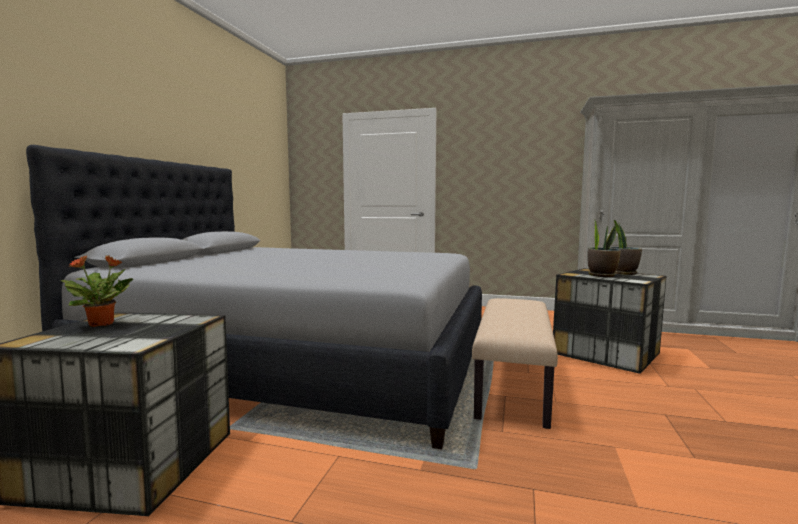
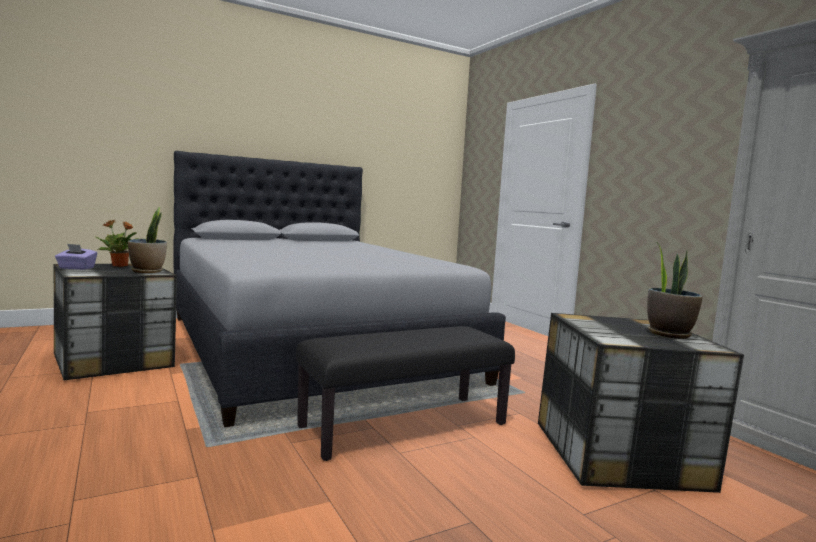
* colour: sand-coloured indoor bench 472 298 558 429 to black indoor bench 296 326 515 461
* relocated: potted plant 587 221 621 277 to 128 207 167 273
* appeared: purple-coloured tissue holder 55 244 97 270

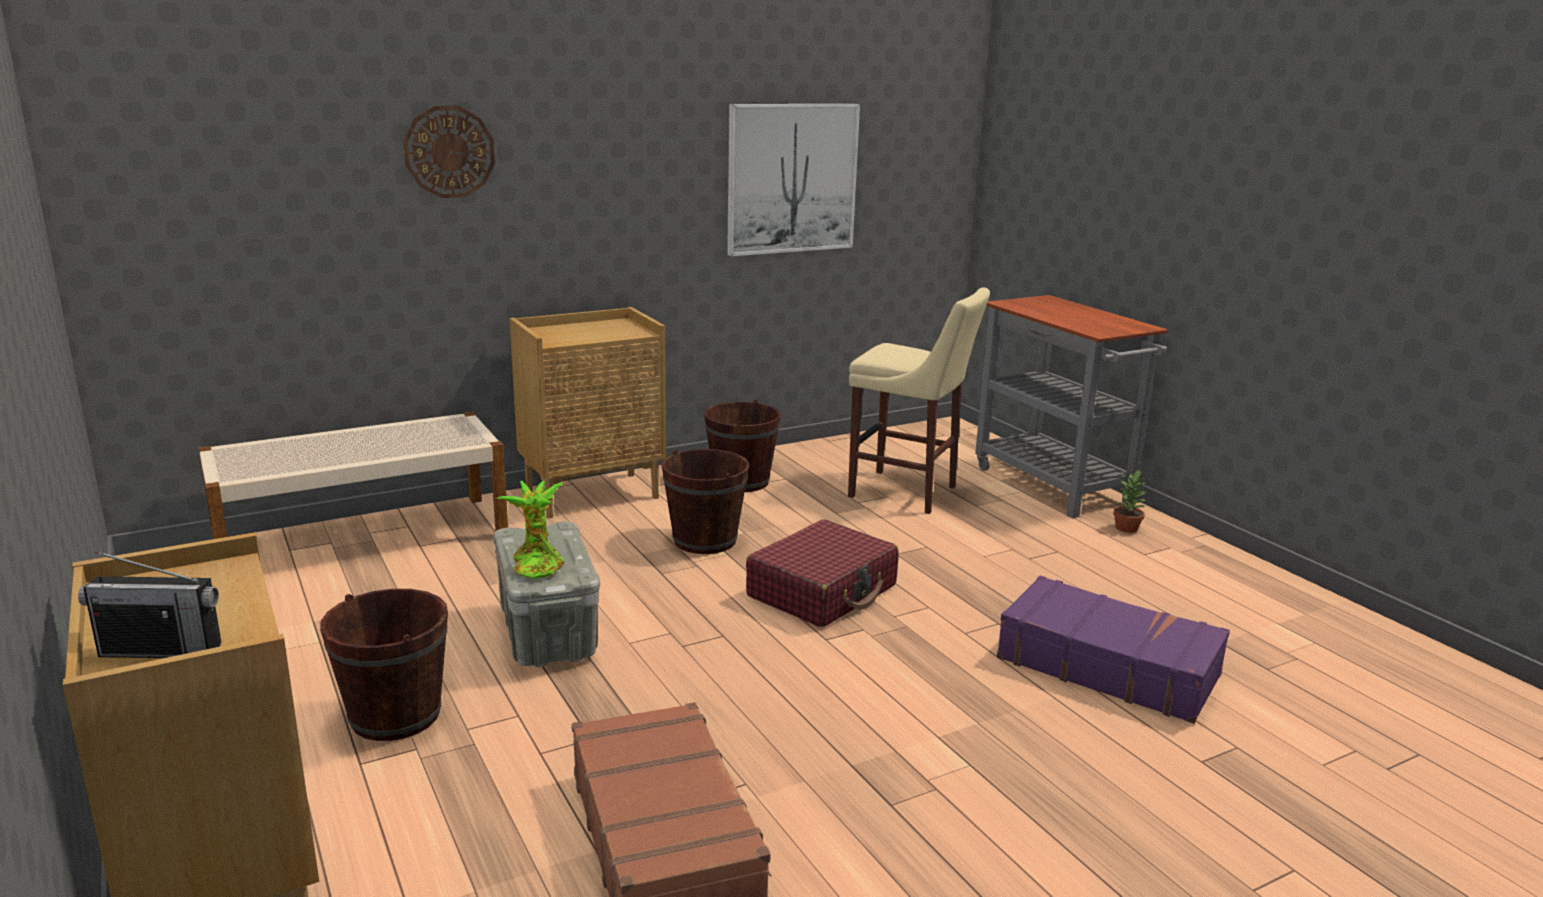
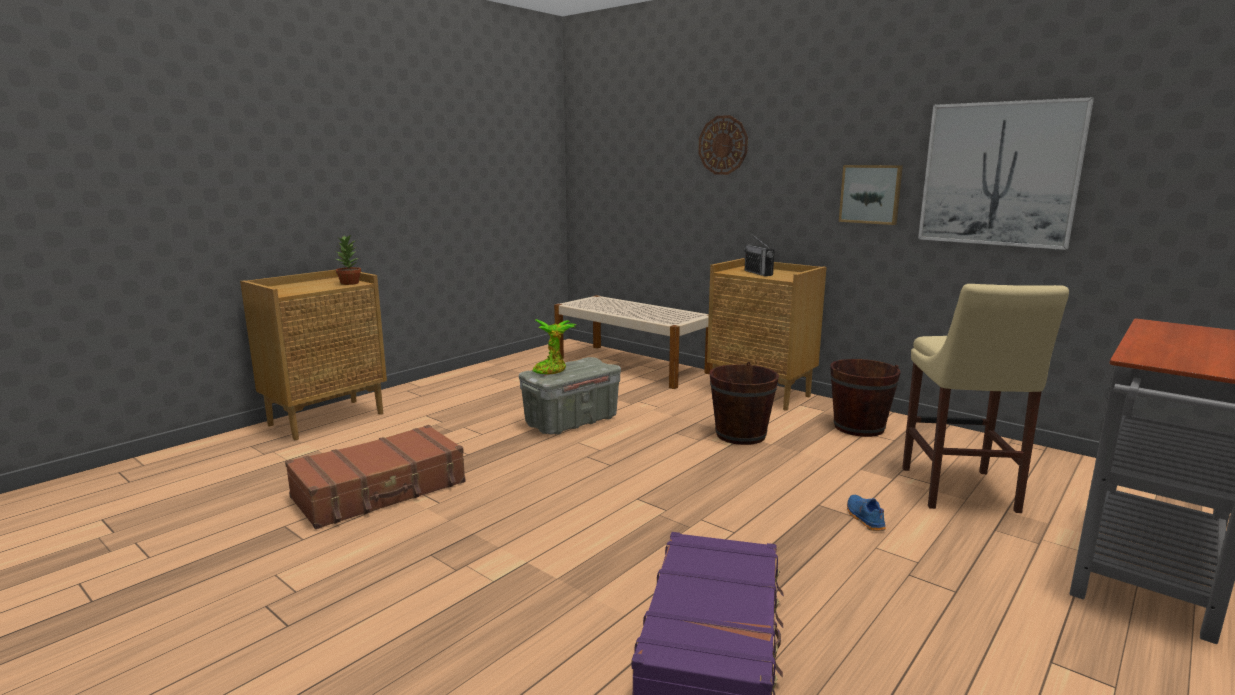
* relocated: radio receiver 78 551 221 658 to 744 234 775 276
* missing: brownish pail 320 589 448 741
* missing: reddish travel case 746 519 899 627
* relocated: potted plant 1113 470 1147 533 to 336 236 361 285
* appeared: wall picture 839 165 903 225
* appeared: blue-coloured shoe 847 495 886 531

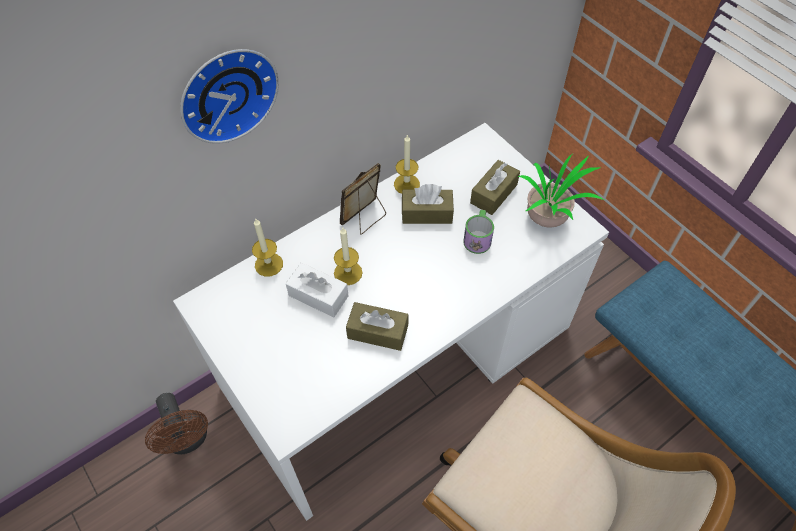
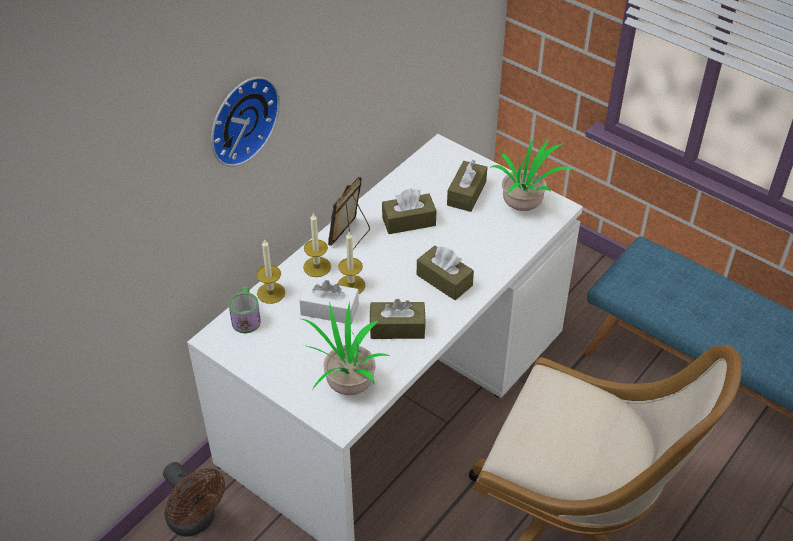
* relocated: wax candle 394 134 420 194 to 303 213 331 277
* relocated: coffee mug 464 210 494 254 to 229 287 261 333
* appeared: potted plant 302 301 390 395
* appeared: brownish tissue holder 417 246 474 300

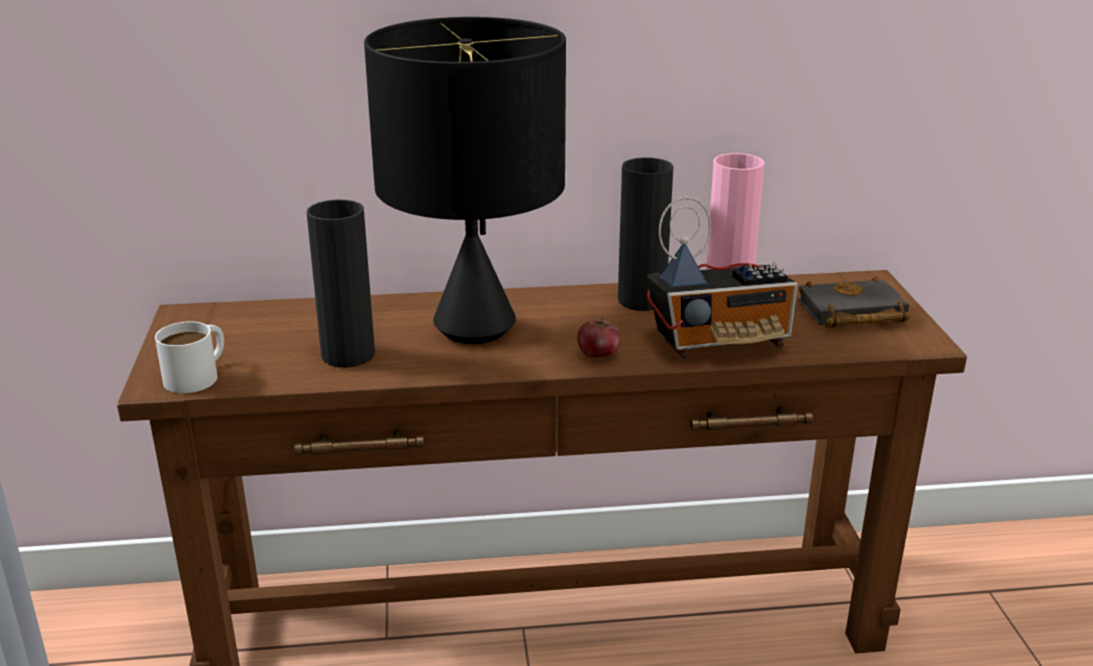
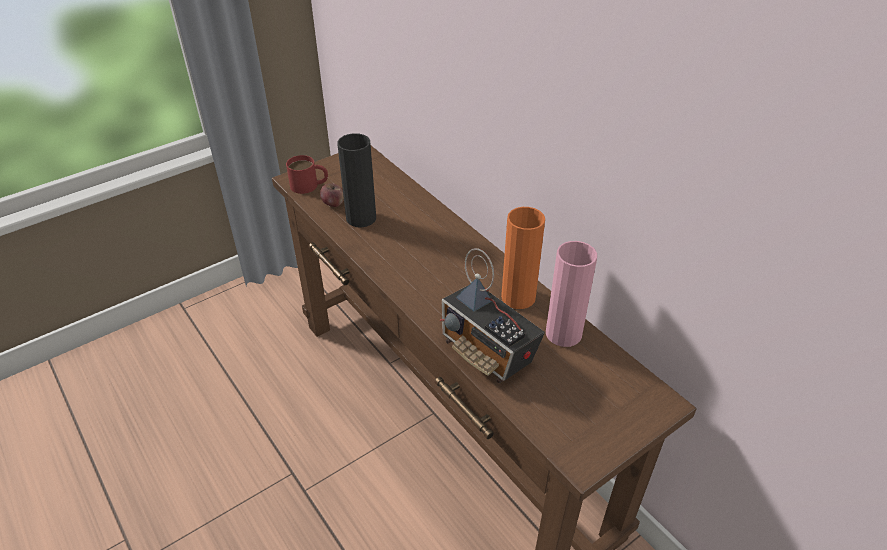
* colour: white coffee mug 155 321 224 393 to reddish coffee mug 286 155 328 194
* missing: black lamp for a table 364 17 566 344
* relocated: apple 577 317 621 358 to 320 183 344 207
* colour: black decorative vase 618 157 673 311 to orangey decorative vase 501 207 545 309
* missing: black bound book 798 276 910 328

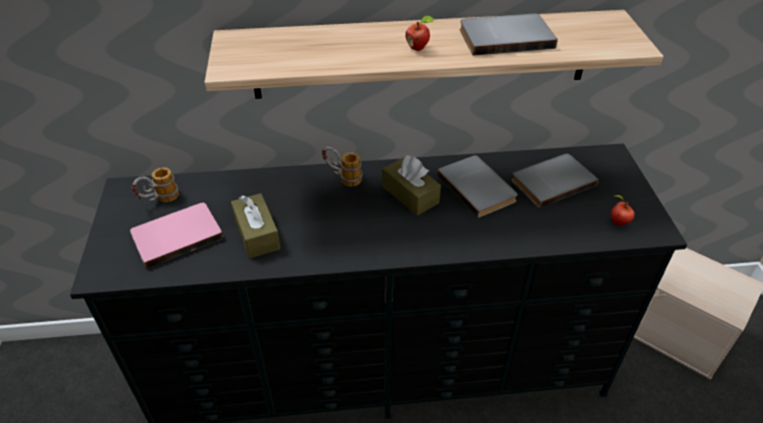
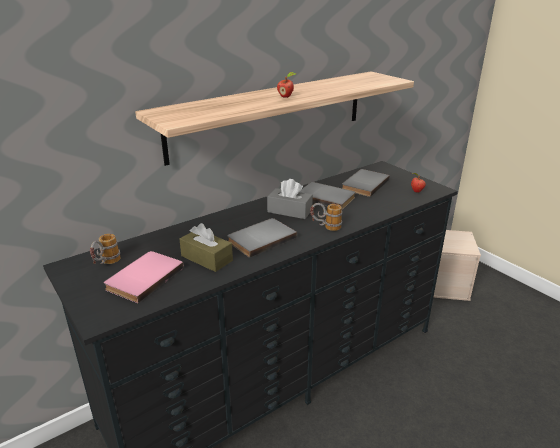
* relocated: coffee mug 322 147 362 187 to 310 203 342 231
* colour: brownish tissue holder 382 155 441 216 to greyish tissue holder 267 179 313 219
* relocated: greyish bound book 460 14 558 56 to 227 218 297 258

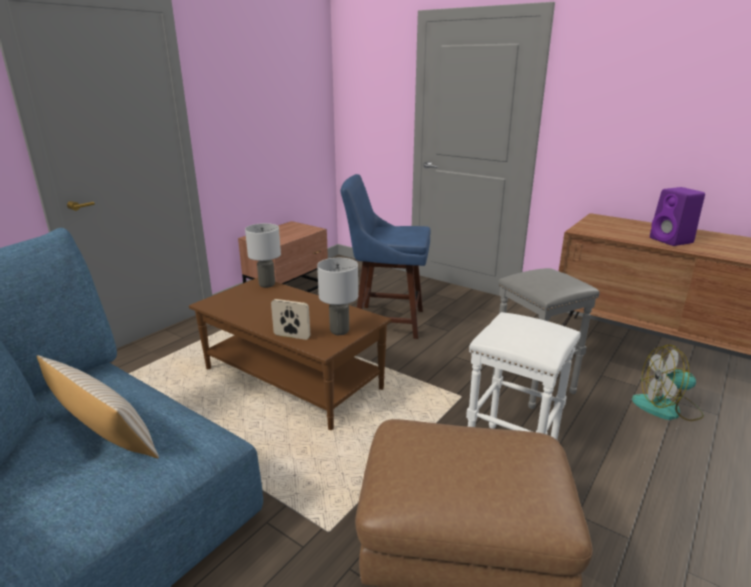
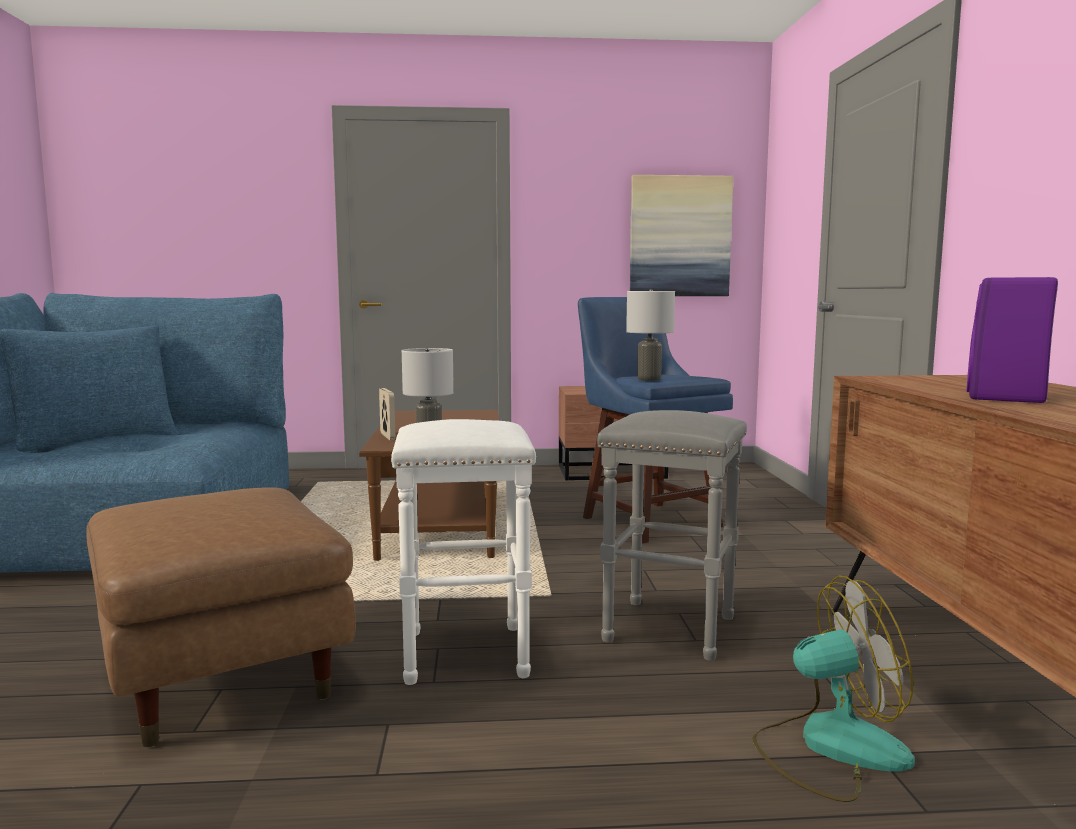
* missing: sand-coloured cushion 37 355 159 458
* relocated: white lamp for a table 245 223 281 288 to 626 289 675 381
* spun: cooling fan 632 345 704 421 = 752 575 915 802 120 degrees clockwise
* appeared: wall picture 630 175 733 296

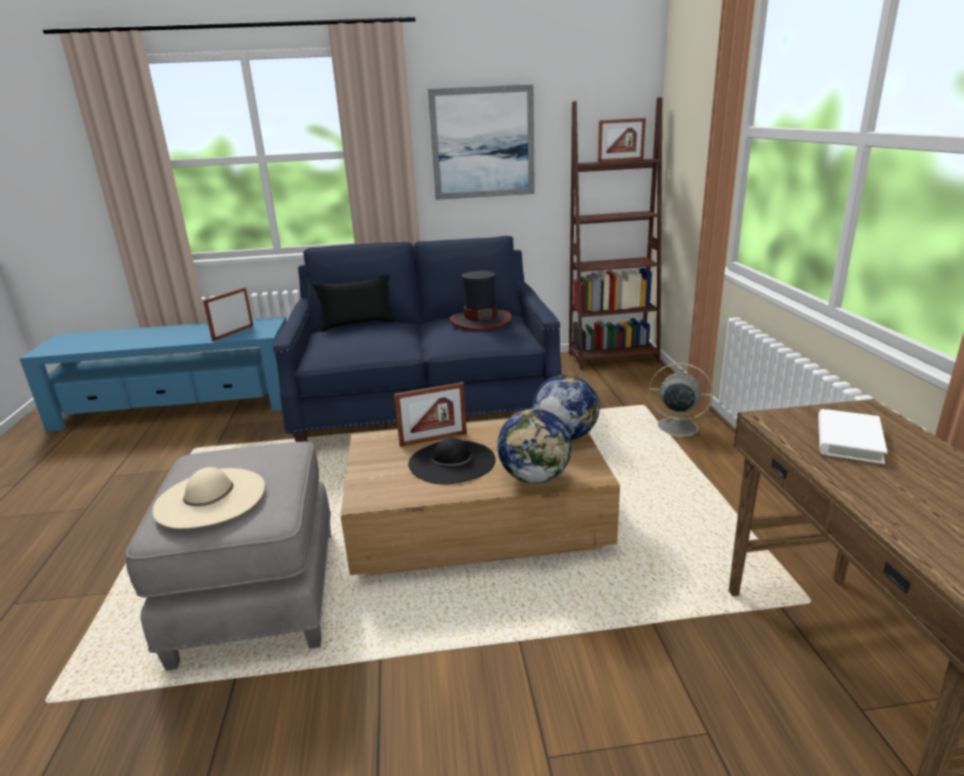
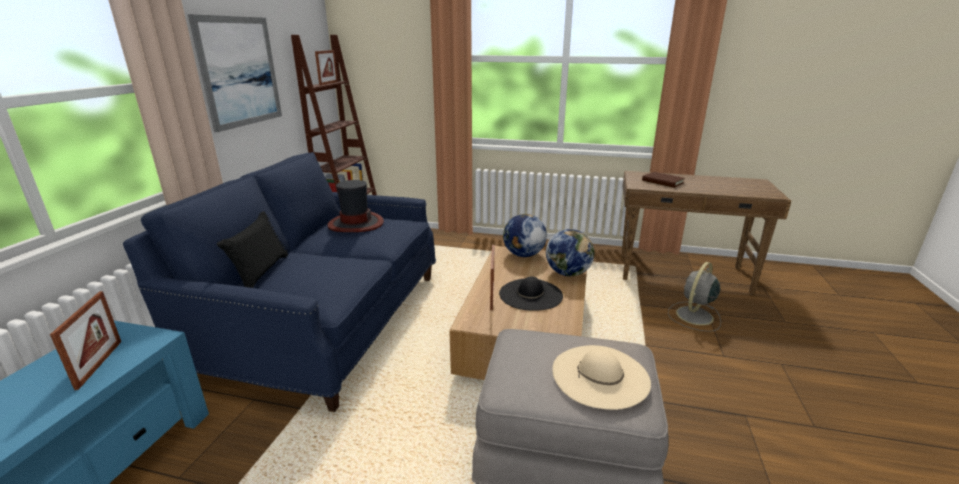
* spun: picture frame 203 287 253 341 = 50 291 121 390 150 degrees counterclockwise
* relocated: greyish cooling fan 649 363 713 440 to 668 262 721 332
* colour: white bound book 818 409 888 464 to brownish bound book 642 172 685 188

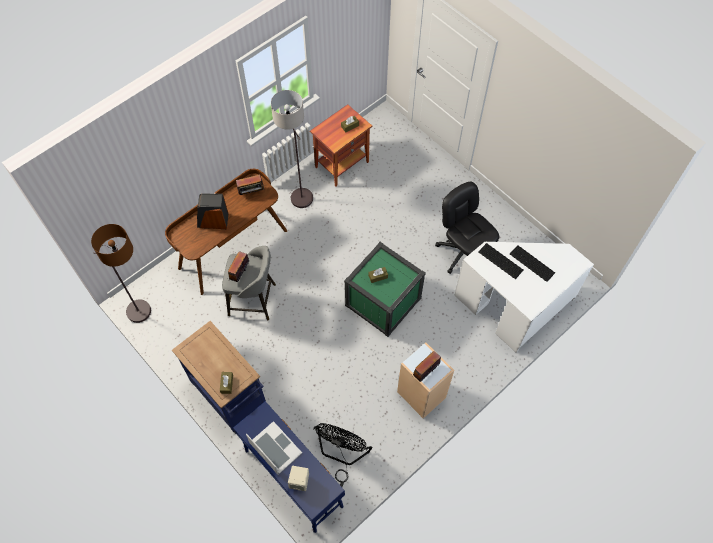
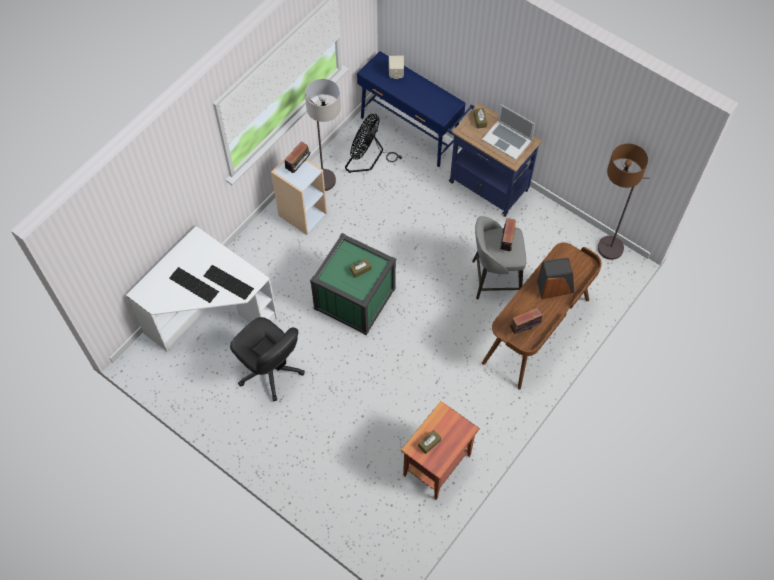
* relocated: laptop 246 421 302 475 to 482 104 535 160
* relocated: greyish floor lamp 271 90 313 208 to 305 79 341 191
* spun: black cooling fan 313 423 372 487 = 345 114 403 173 105 degrees clockwise

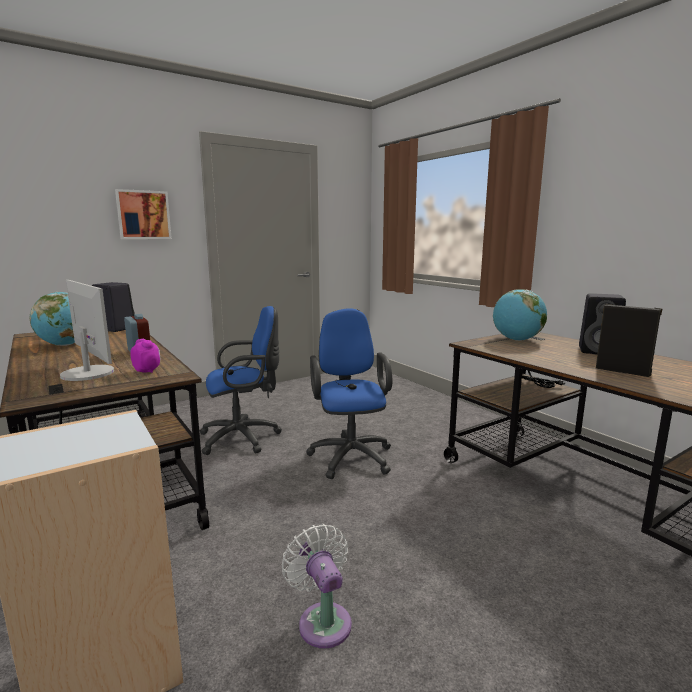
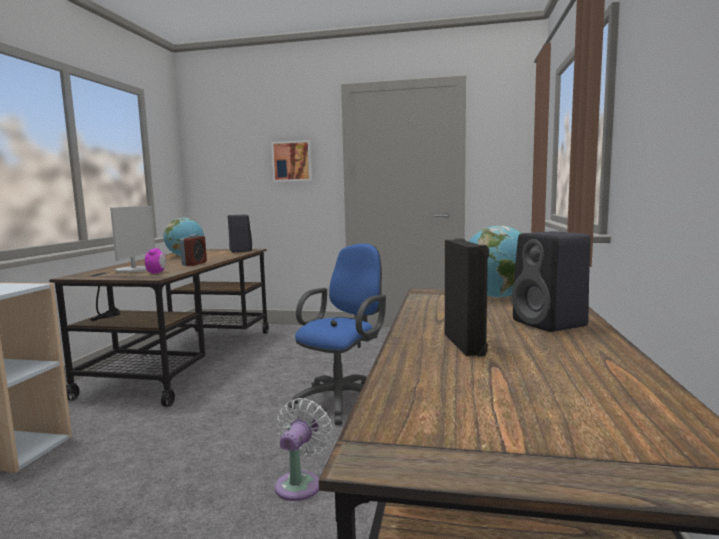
* missing: blue-coloured office chair 199 306 282 455
* relocated: white cooling fan 282 524 352 648 to 275 398 333 501

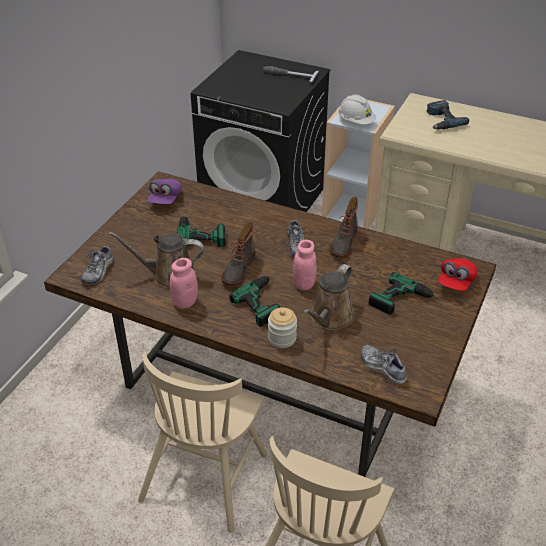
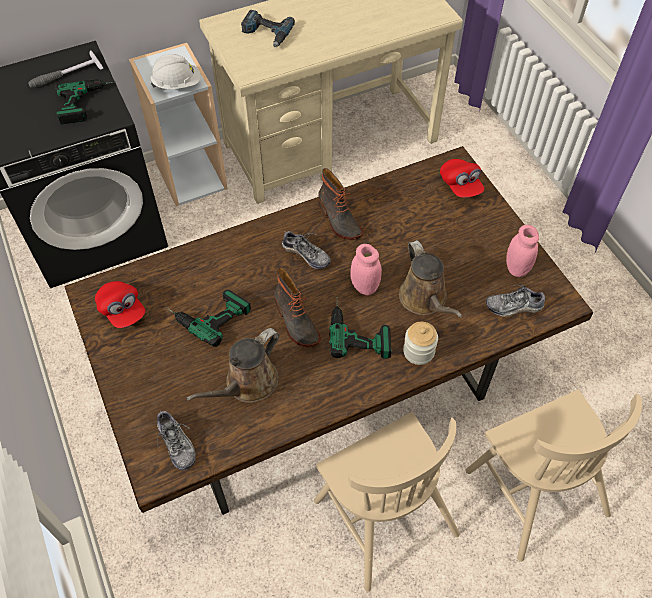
* colour: purple-coloured cap 148 179 182 204 to reddish cap 95 281 145 328
* relocated: pink storage jar 169 258 198 309 to 506 225 539 277
* relocated: drill 369 272 444 314 to 56 80 115 124

